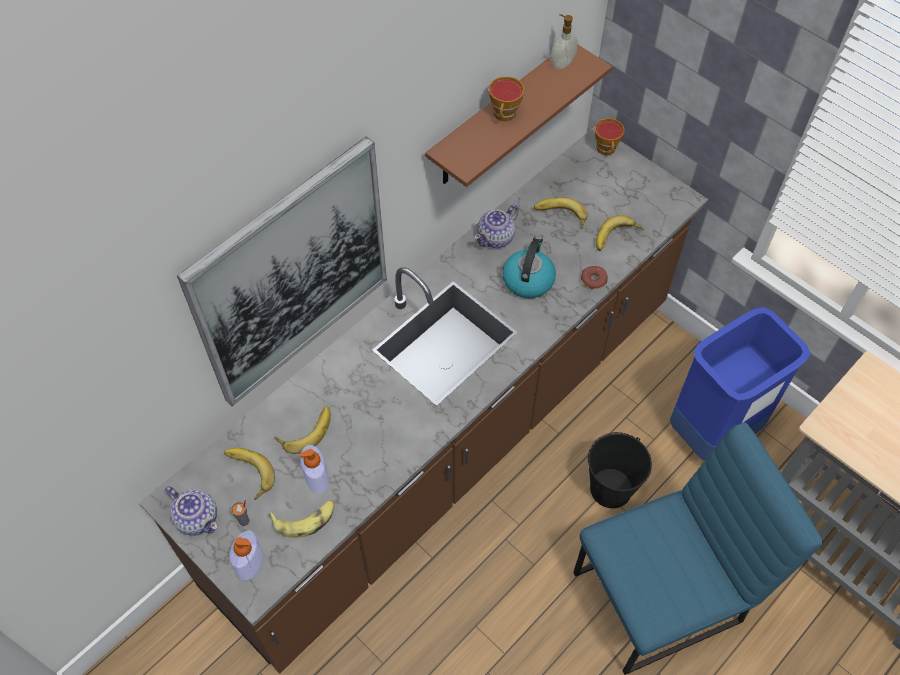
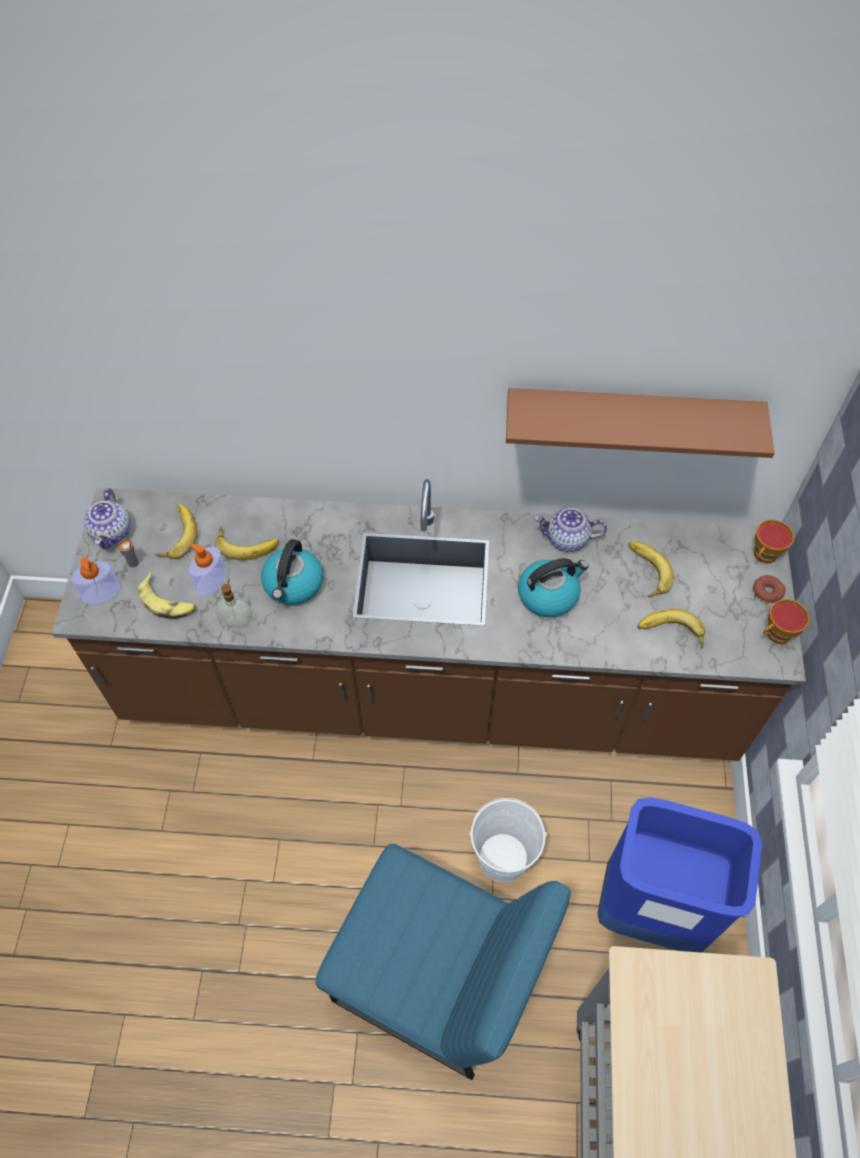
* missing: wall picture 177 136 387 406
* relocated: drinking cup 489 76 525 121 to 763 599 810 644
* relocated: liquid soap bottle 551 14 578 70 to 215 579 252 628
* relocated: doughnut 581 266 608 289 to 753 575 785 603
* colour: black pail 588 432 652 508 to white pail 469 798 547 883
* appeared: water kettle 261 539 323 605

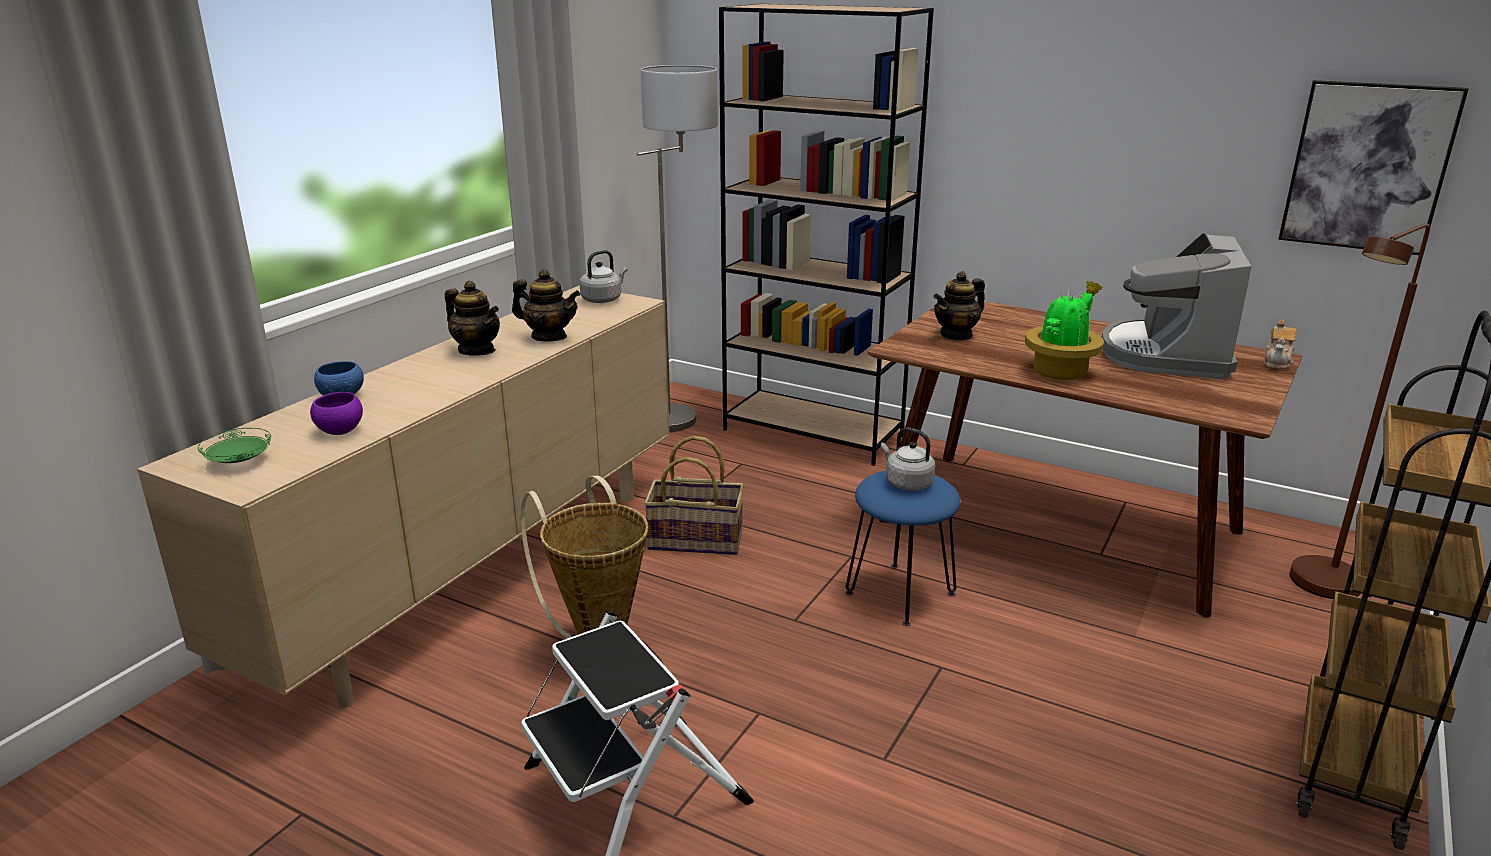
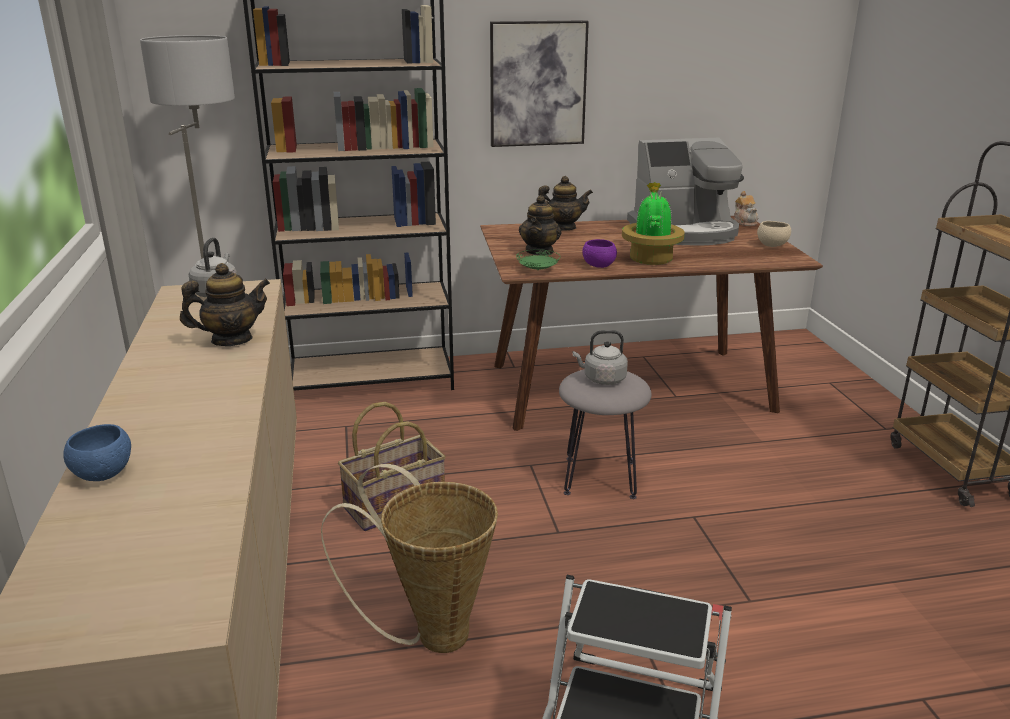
* relocated: greenish dinner plate 198 428 271 463 to 516 249 560 270
* relocated: purple-coloured deep dish 310 392 363 435 to 582 239 617 268
* relocated: pot for tea 445 281 500 355 to 538 176 593 230
* colour: blue-coloured sitting stool 846 470 961 626 to greyish sitting stool 559 369 652 499
* spun: coffee brewer 1102 233 1251 379 = 627 138 744 246 75 degrees counterclockwise
* relocated: wall picture 1278 80 1469 255 to 490 20 589 147
* missing: brownish floor lamp 1290 223 1430 599
* appeared: sand-coloured deep dish 757 221 791 247

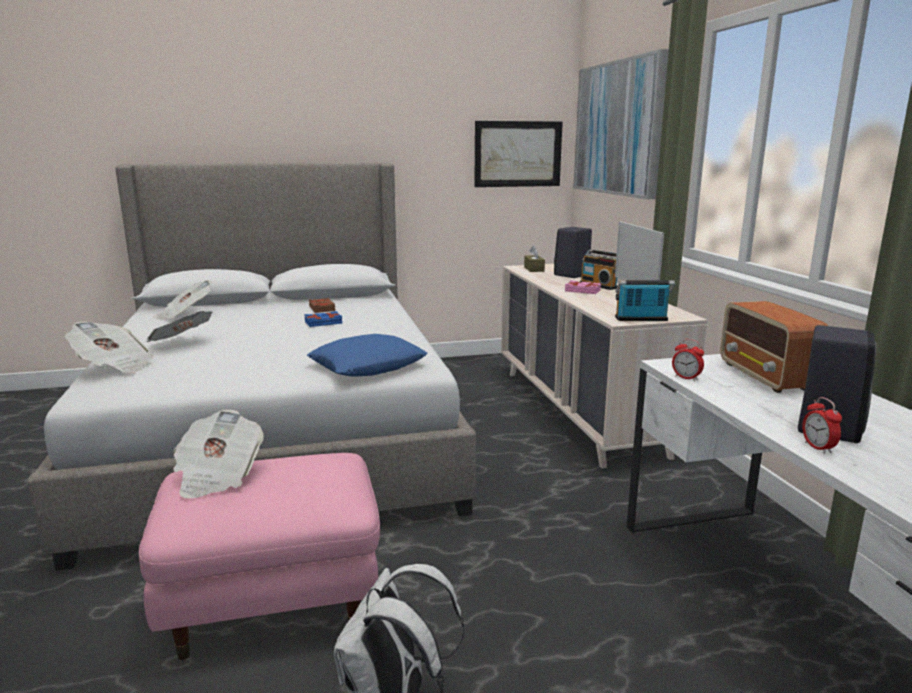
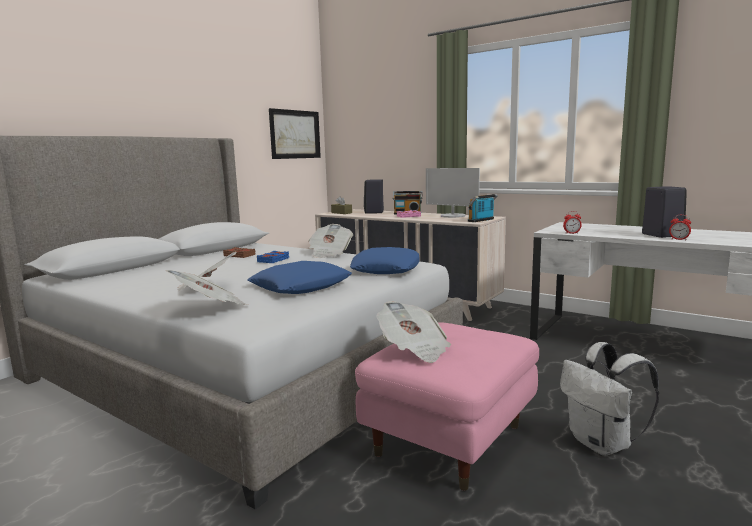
* relocated: daily paper 153 280 212 320 to 308 224 353 258
* missing: wall picture 573 49 669 199
* missing: radio receiver 720 301 828 393
* appeared: blue-coloured cushion 247 261 352 294

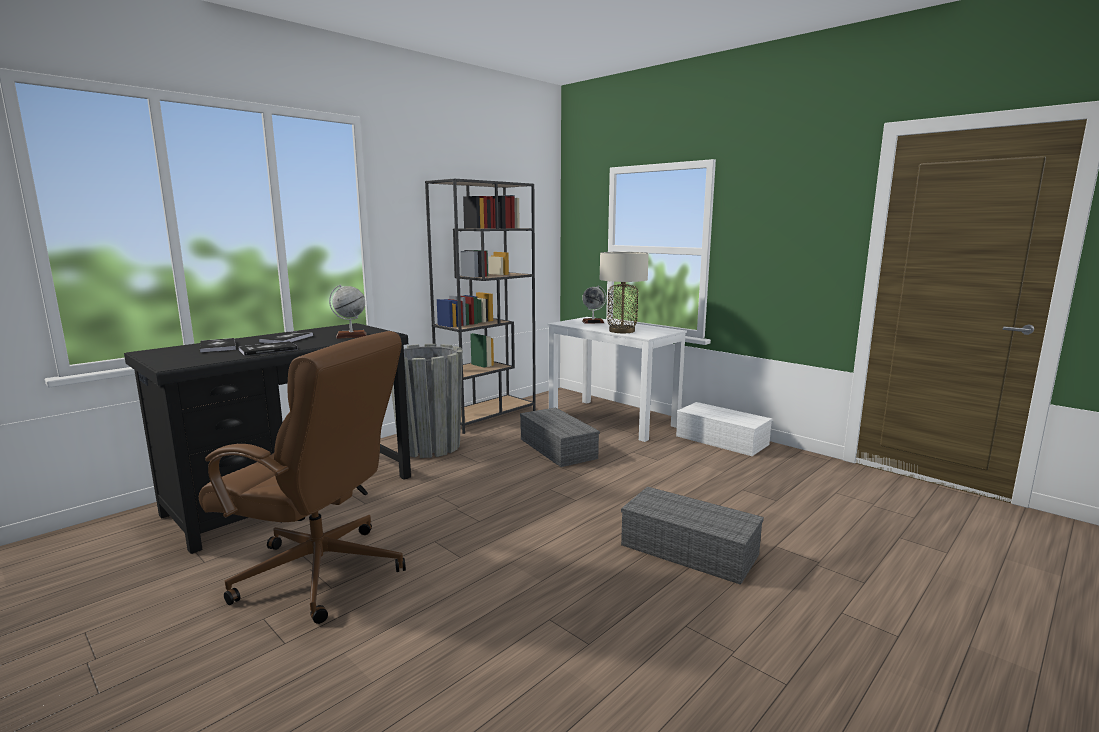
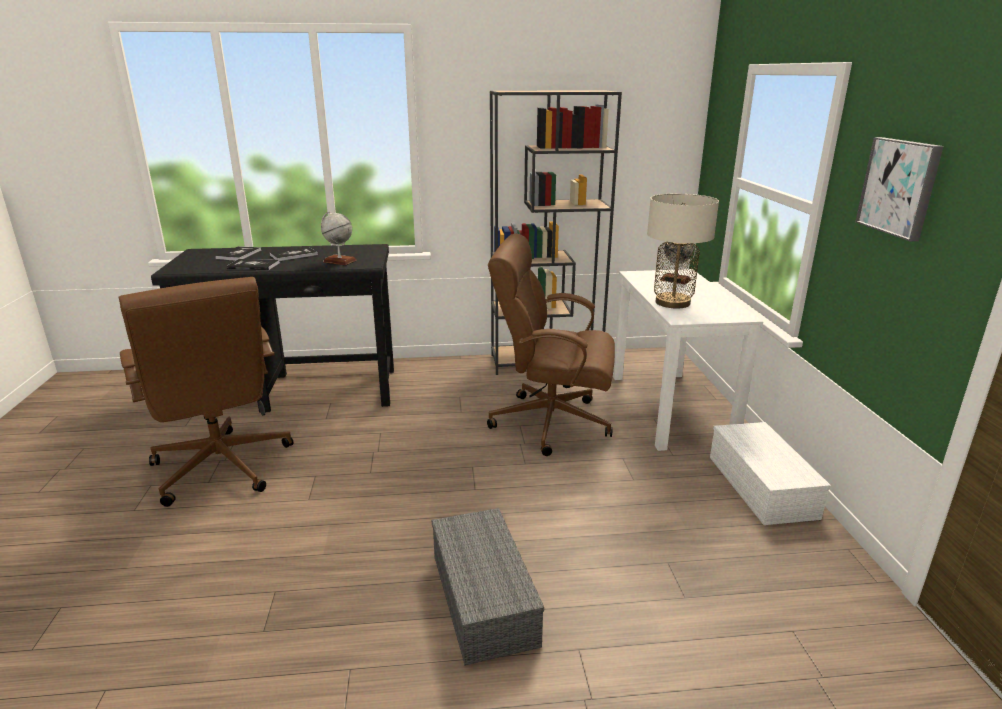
* missing: greyish plant pot 391 344 463 458
* exchanged: greyish storage box 520 407 600 467 to brownish office chair 487 234 615 456
* appeared: wall picture 855 137 944 241

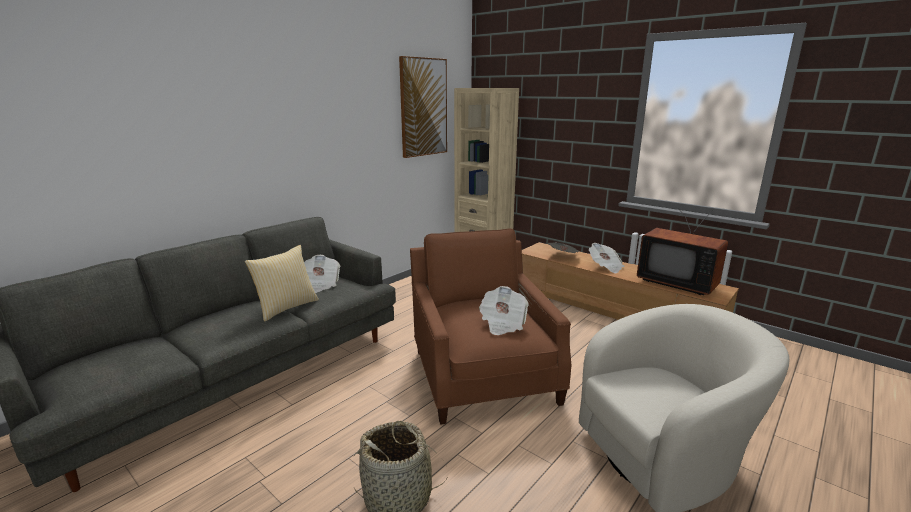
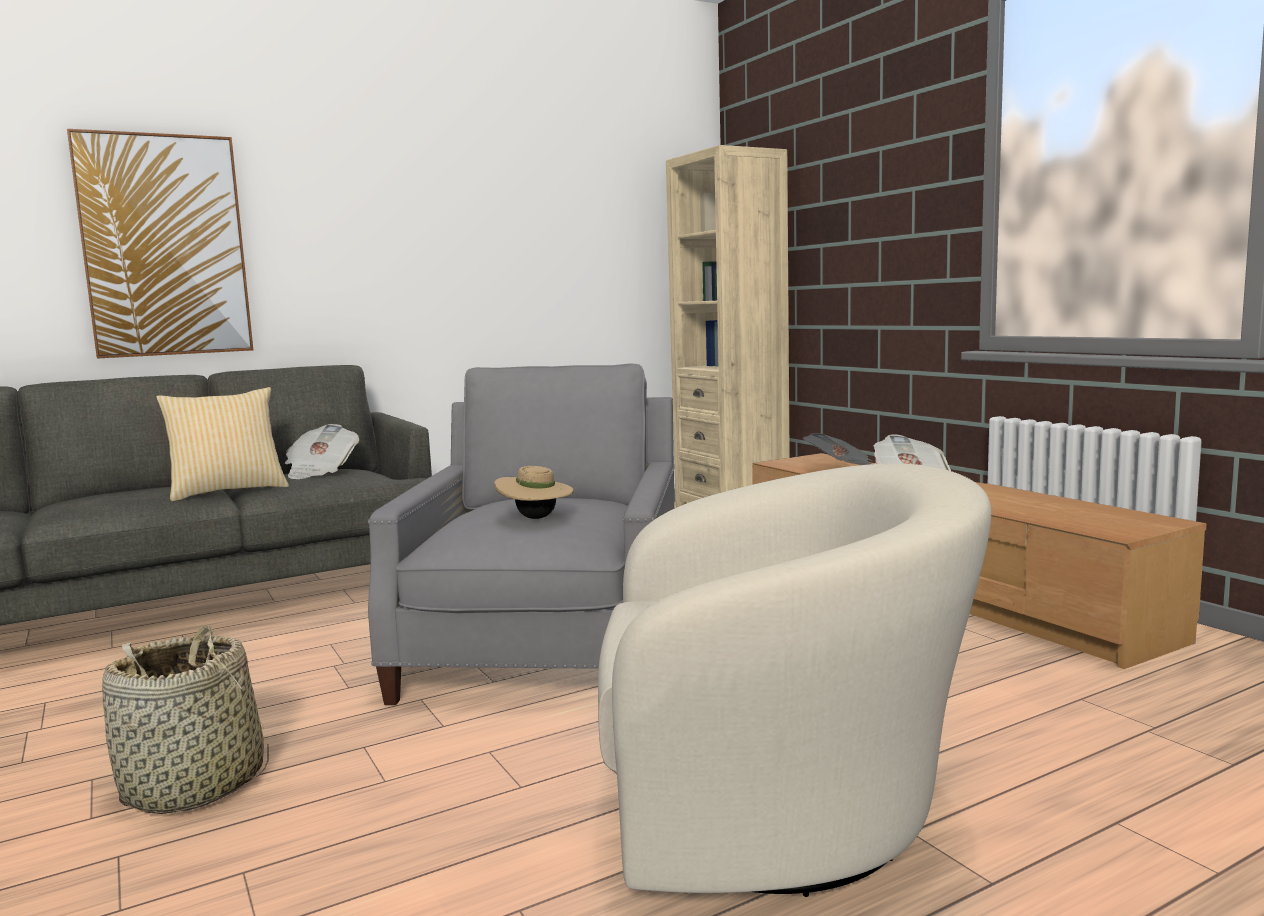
* relocated: wall picture 399 56 447 158 to 67 129 253 359
* colour: brownish lounge chair 410 229 571 425 to greyish lounge chair 368 364 675 705
* exchanged: daily paper 479 286 529 335 to sand-coloured clothing hat 494 466 574 519
* missing: TV 637 208 728 295

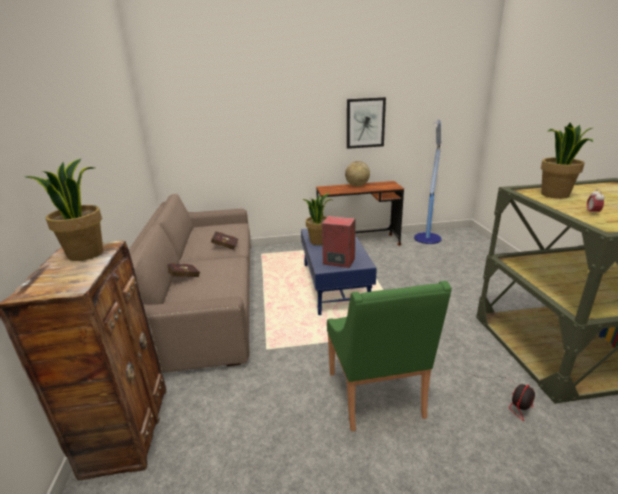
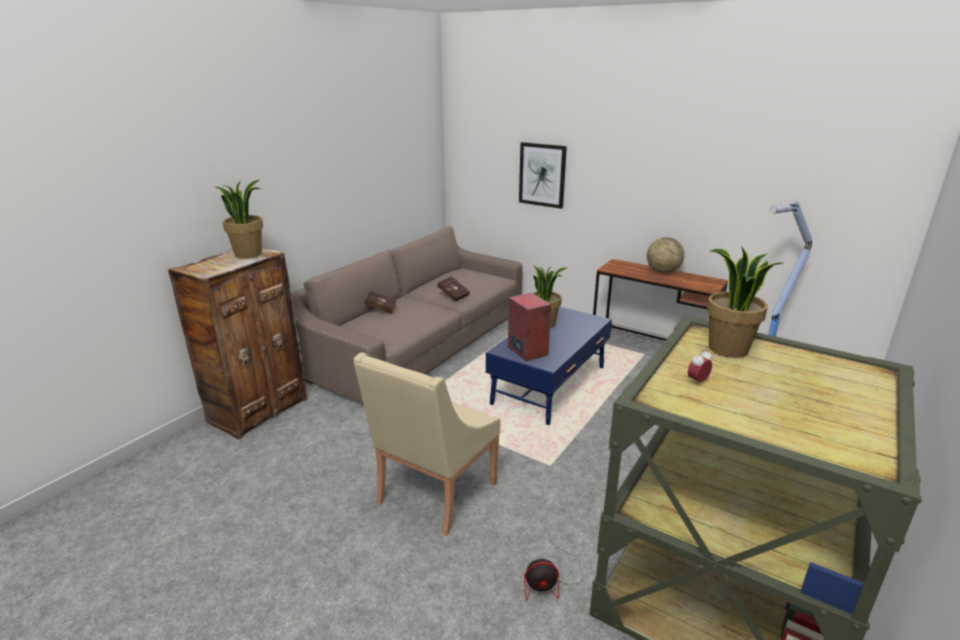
* colour: greenish lounge chair 327 281 452 432 to sand-coloured lounge chair 354 352 500 536
* relocated: wall picture 347 97 386 149 to 519 142 567 209

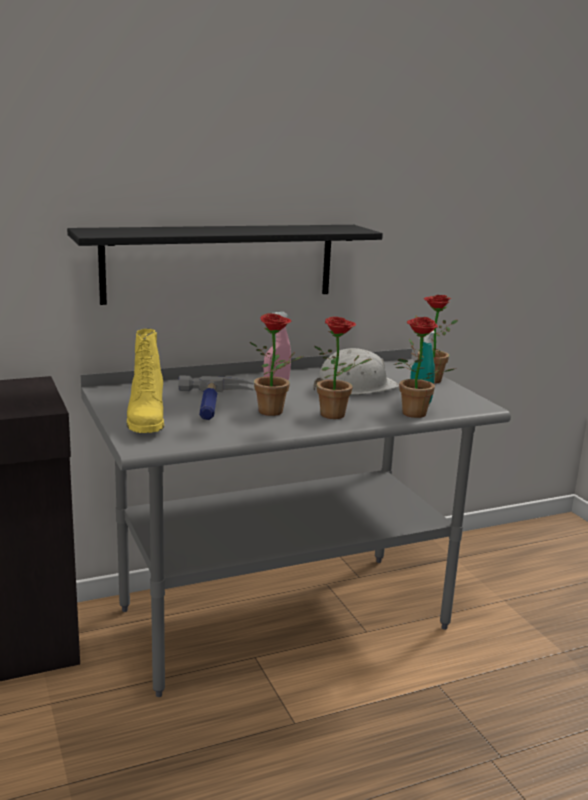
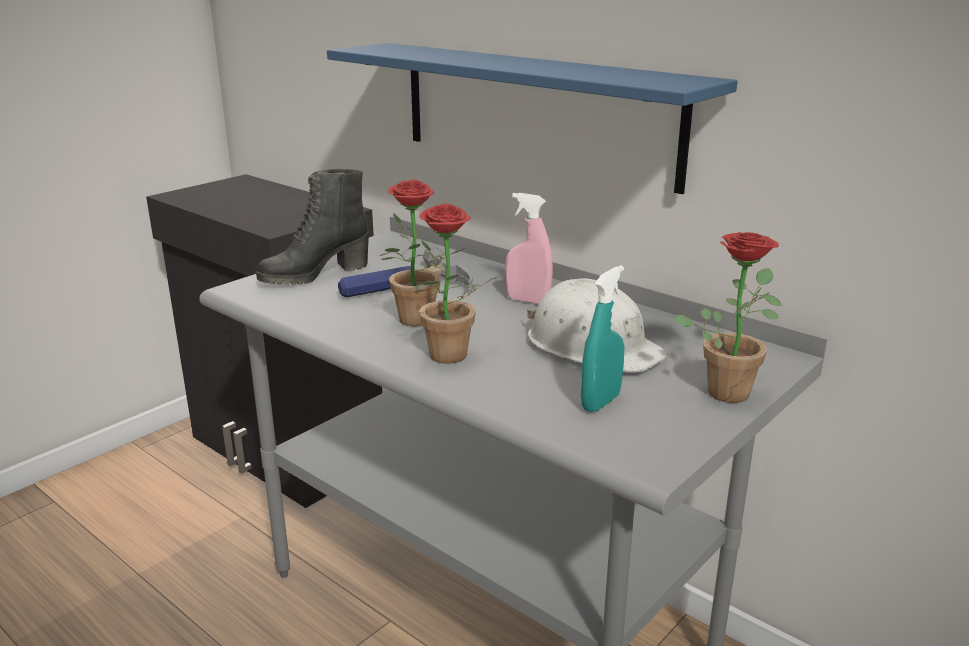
* colour: black bracket shelf 67 225 383 305 to blue-coloured bracket shelf 327 43 738 194
* colour: yellow tall boot 127 329 164 433 to black tall boot 256 169 369 285
* missing: potted plant 394 317 454 418

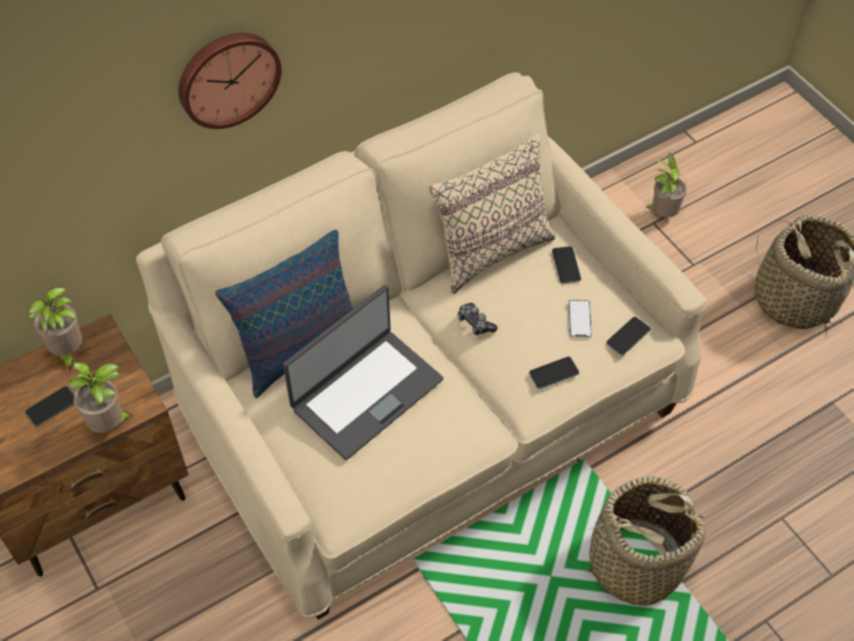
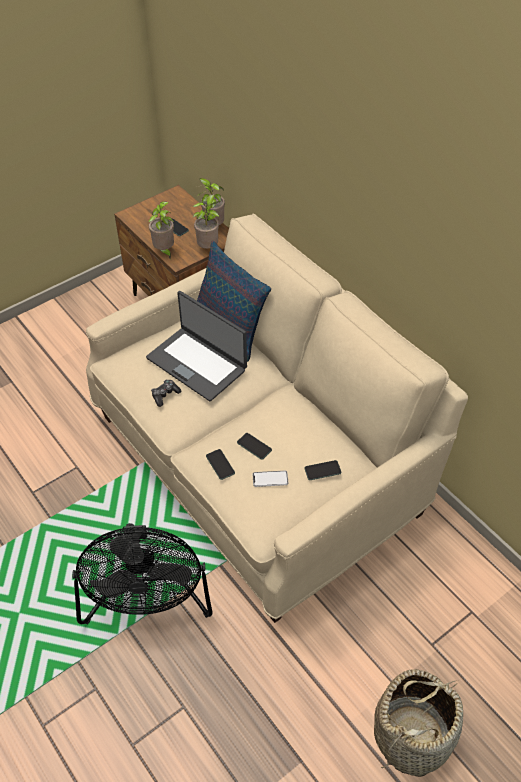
* missing: wall clock 178 33 282 129
* missing: sand-coloured cushion 429 134 556 294
* relocated: gamepad 457 303 498 335 to 151 380 181 407
* exchanged: storage basket 568 476 707 606 to black cooling fan 72 523 213 624
* relocated: telephone 606 317 651 355 to 237 433 272 460
* relocated: potted plant 646 153 687 217 to 193 195 219 249

